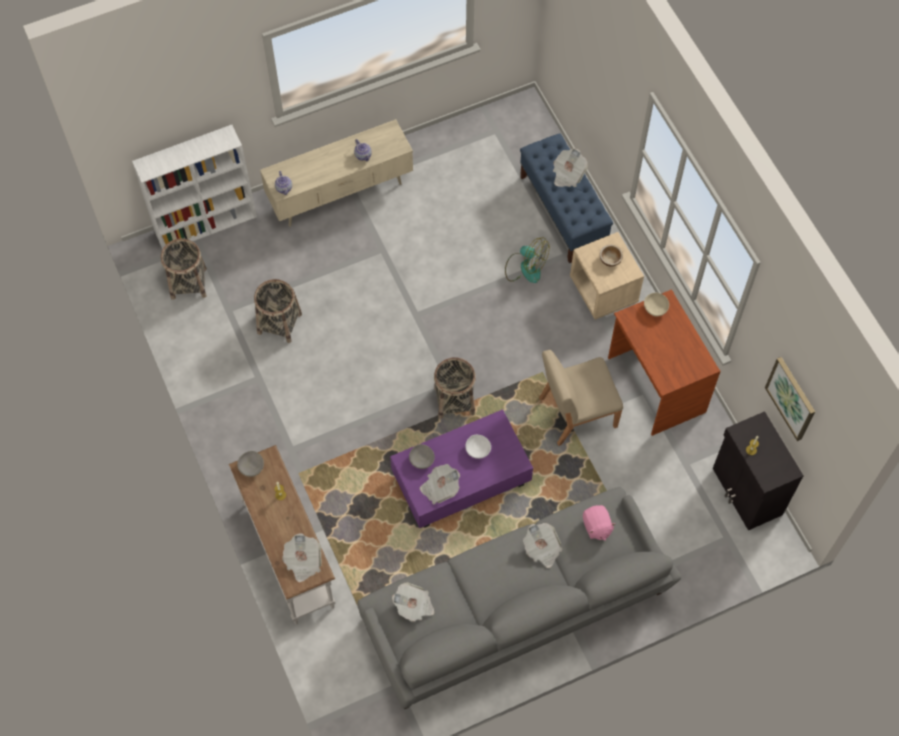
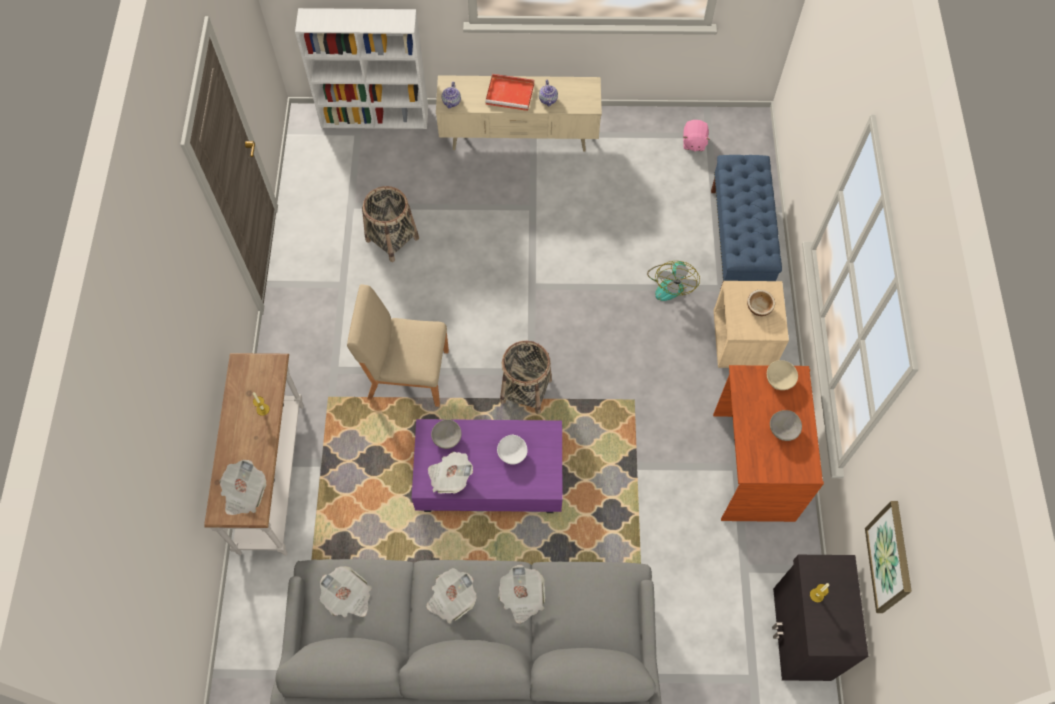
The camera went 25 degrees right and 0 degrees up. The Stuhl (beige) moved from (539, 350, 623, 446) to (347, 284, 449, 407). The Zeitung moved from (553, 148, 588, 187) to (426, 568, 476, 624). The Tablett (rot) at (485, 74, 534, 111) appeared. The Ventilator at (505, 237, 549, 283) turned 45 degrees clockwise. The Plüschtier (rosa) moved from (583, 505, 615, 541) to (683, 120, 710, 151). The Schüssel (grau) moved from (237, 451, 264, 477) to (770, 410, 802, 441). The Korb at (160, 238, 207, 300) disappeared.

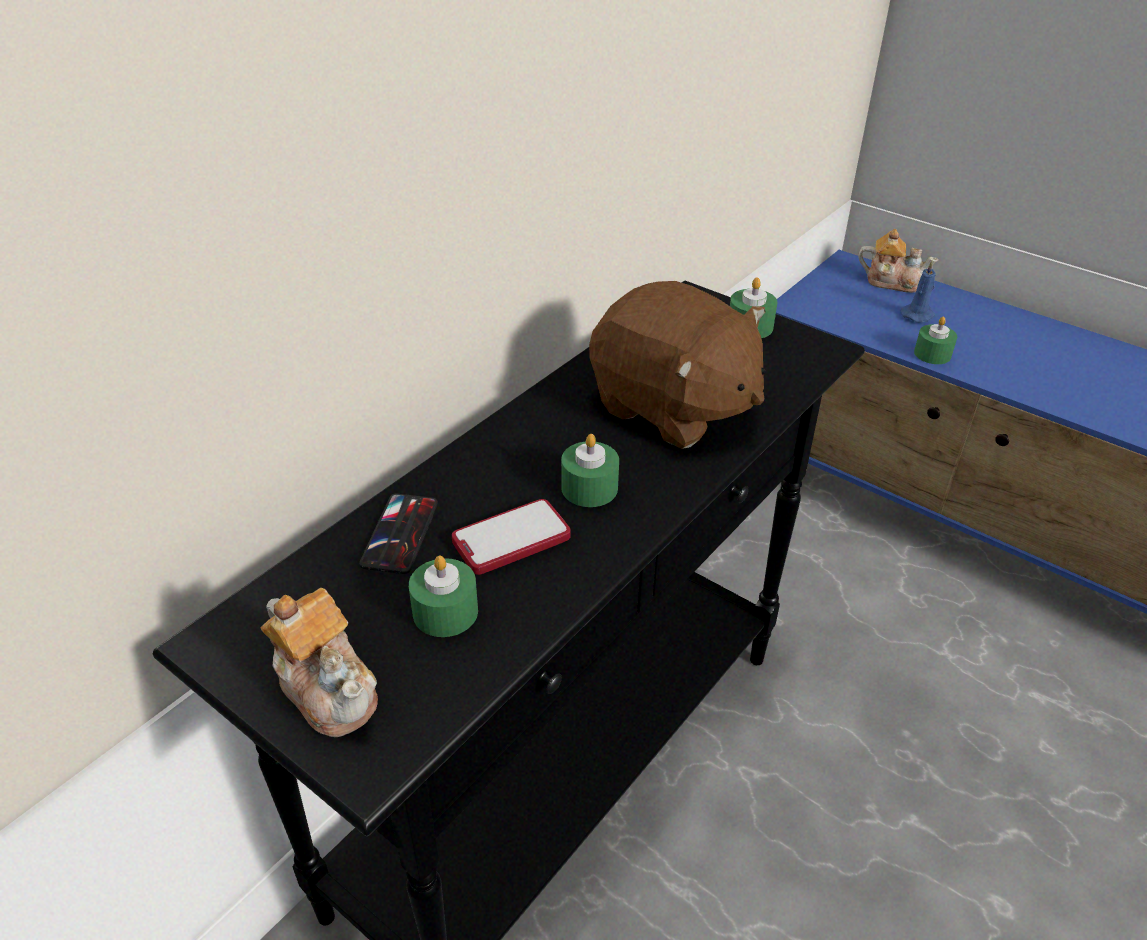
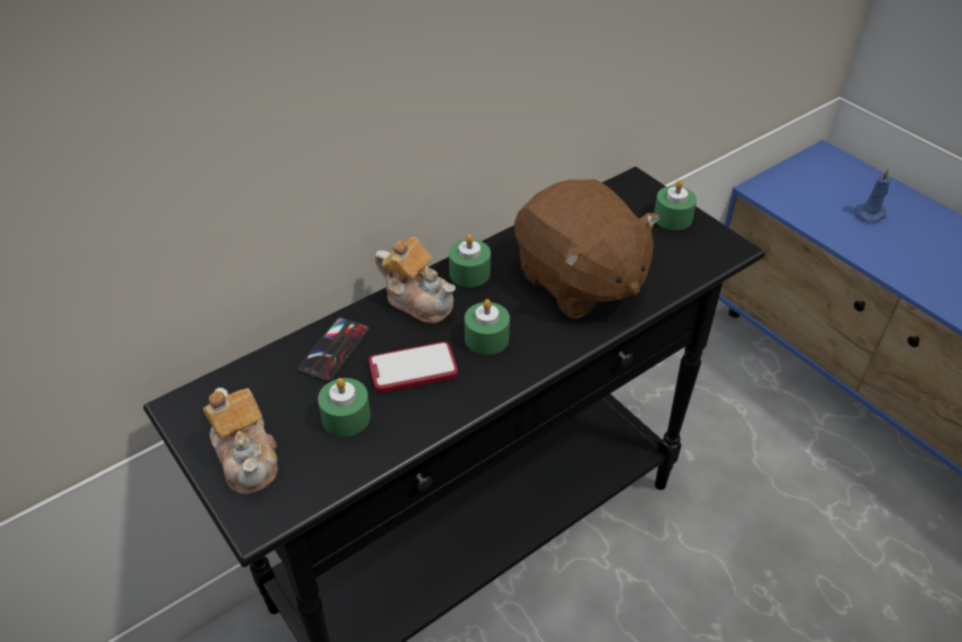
The camera went 15 degrees right and 5 degrees up. The Teekanne moved from (858, 229, 938, 293) to (375, 237, 456, 324). The Kerze (grün) moved from (914, 317, 957, 364) to (449, 234, 491, 287).

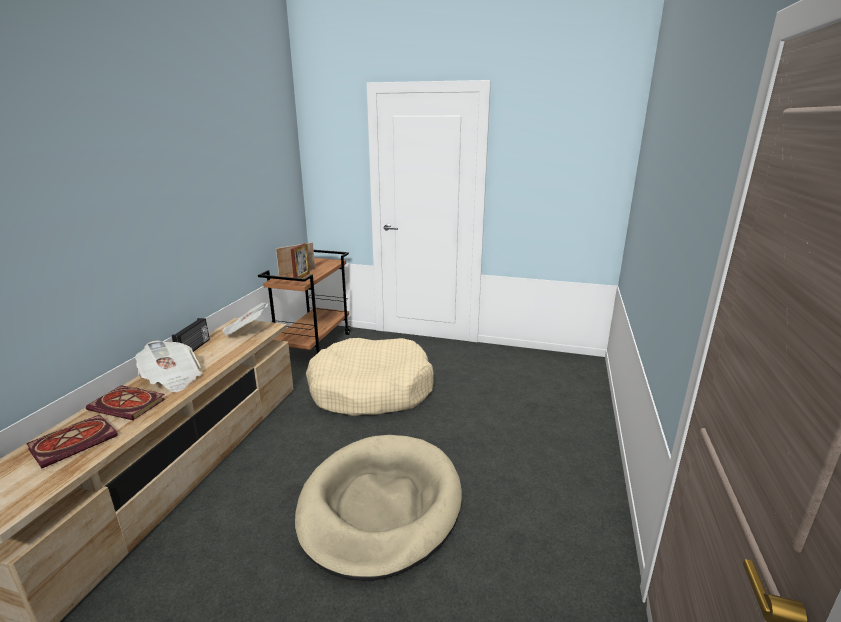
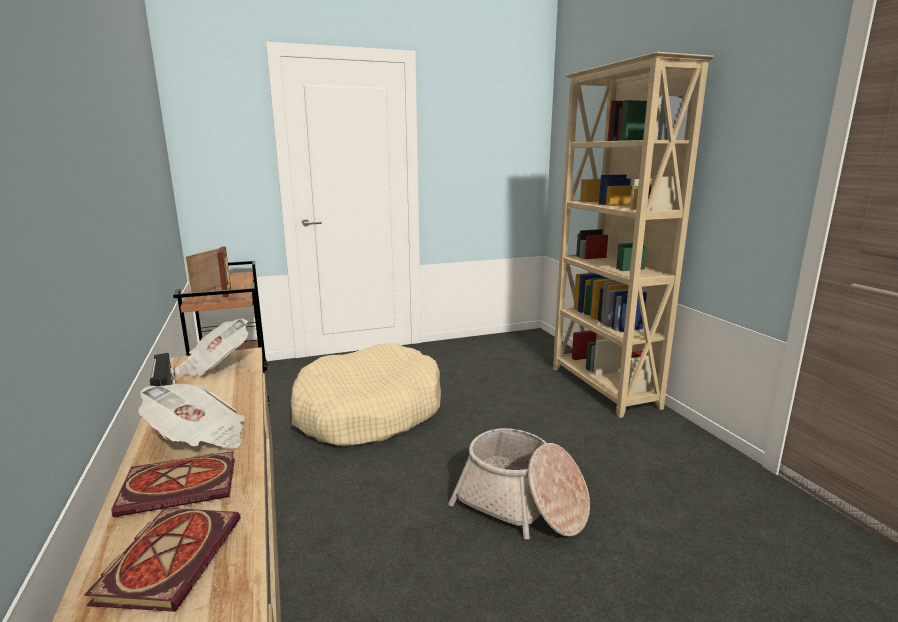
The camera went 35 degrees left and 5 degrees down. The Hundebett (beige) at (295, 435, 462, 581) was replaced by the Korb at (448, 428, 590, 539). The Bücherregal (beige) at (553, 52, 714, 418) appeared.

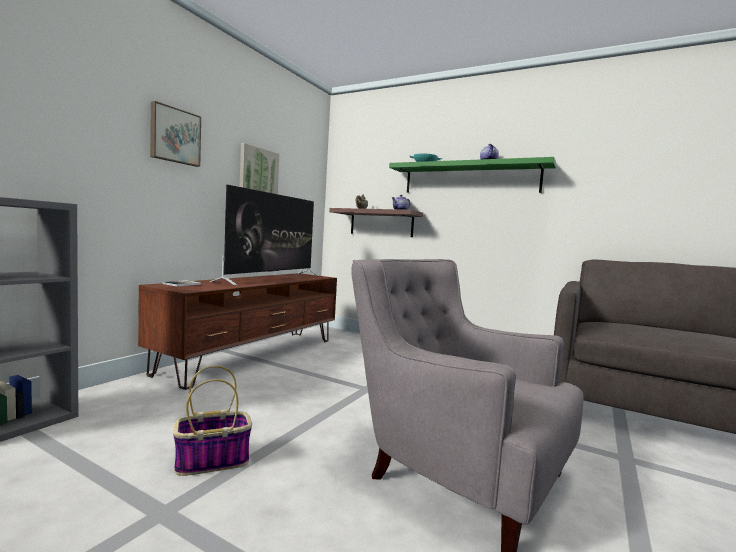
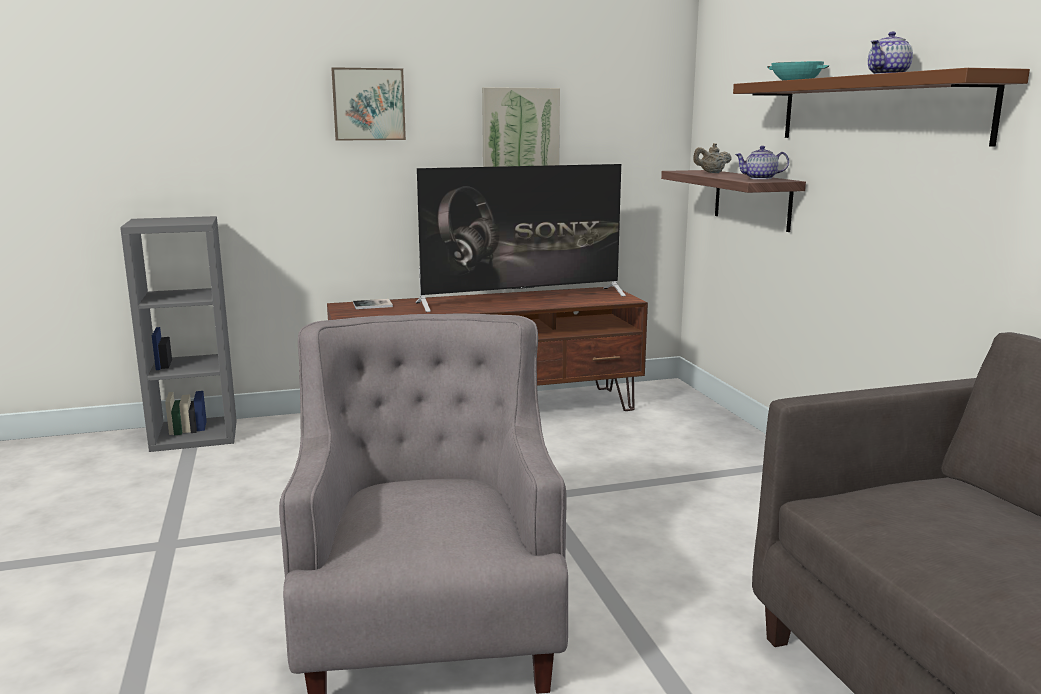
The camera went 45 degrees right and 10 degrees up. The Wandregal (grün) at (389, 157, 557, 193) became the Wandregal (braun) at (733, 68, 1030, 147). The Korb at (173, 365, 252, 476) disappeared.

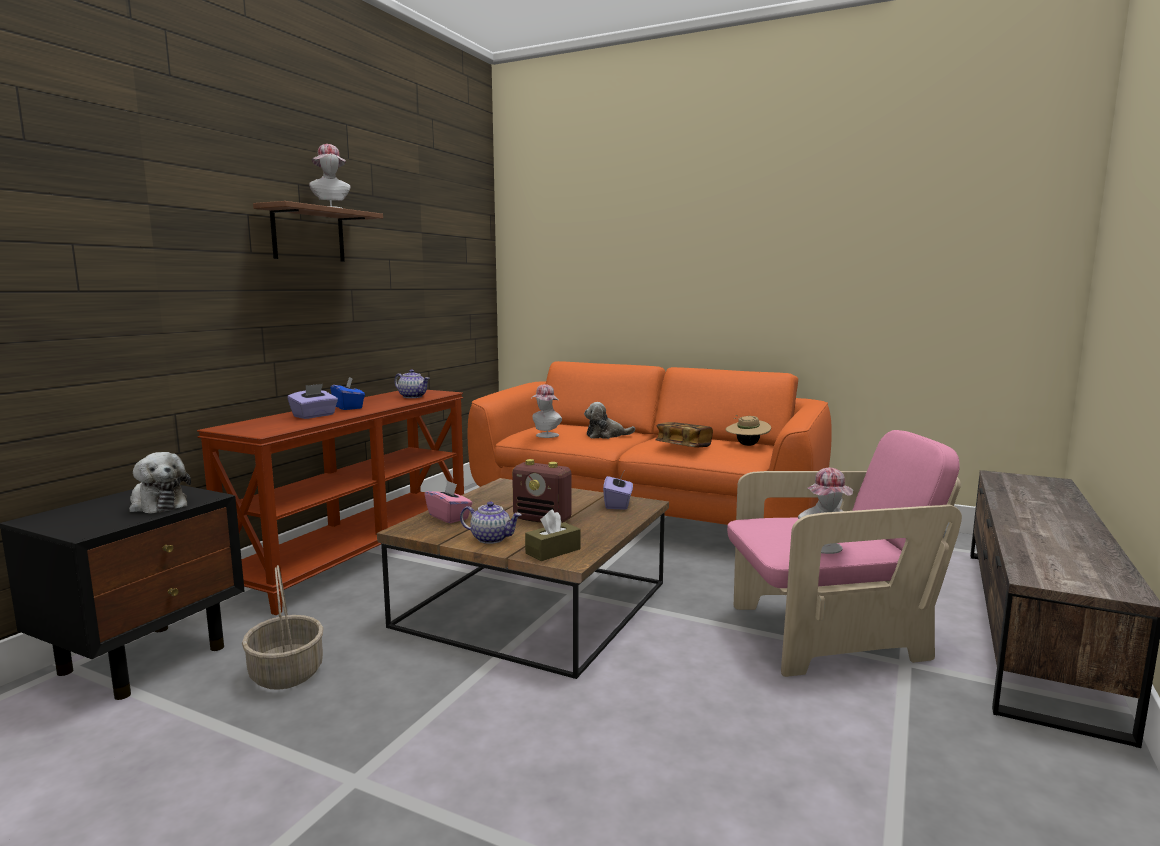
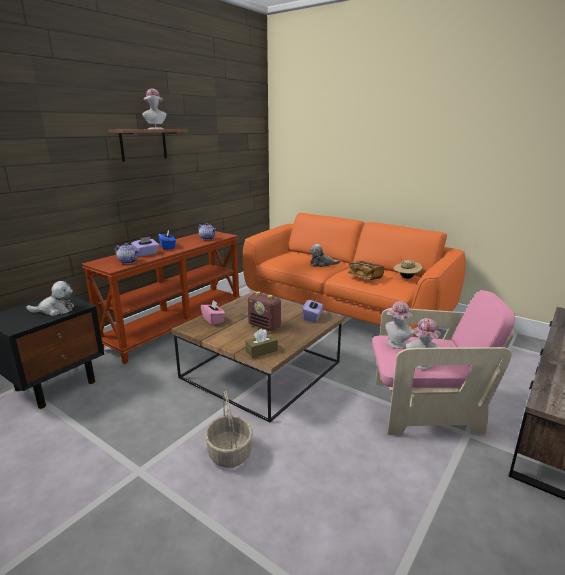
The camera went 10 degrees right and 10 degrees up. The Plüschtier at (129, 452, 191, 514) turned 60 degrees counterclockwise. The Teekanne moved from (460, 501, 521, 544) to (115, 243, 139, 264). The Korb moved from (242, 565, 324, 690) to (205, 391, 253, 468). The Hut moved from (532, 384, 562, 438) to (385, 301, 414, 349).

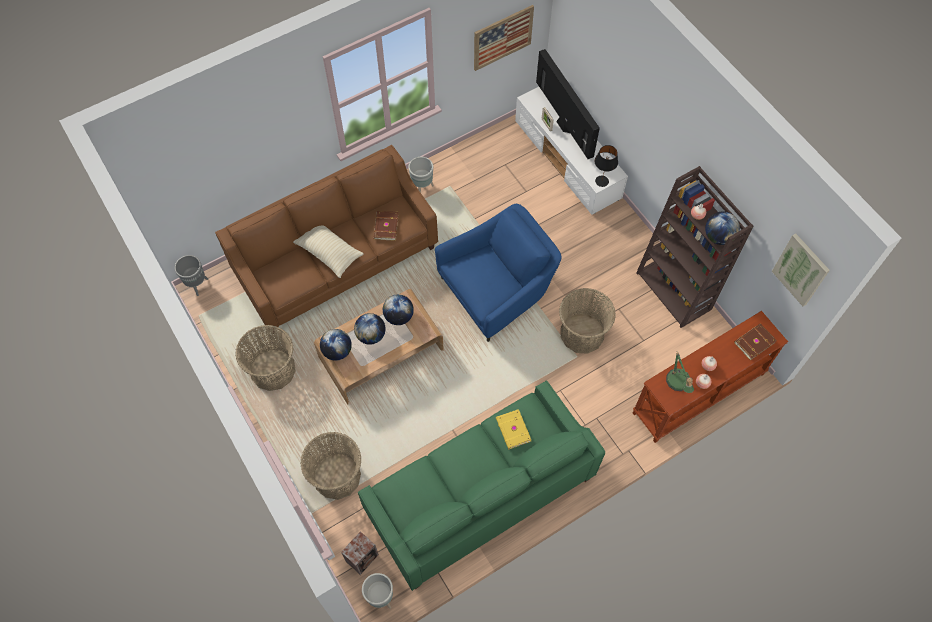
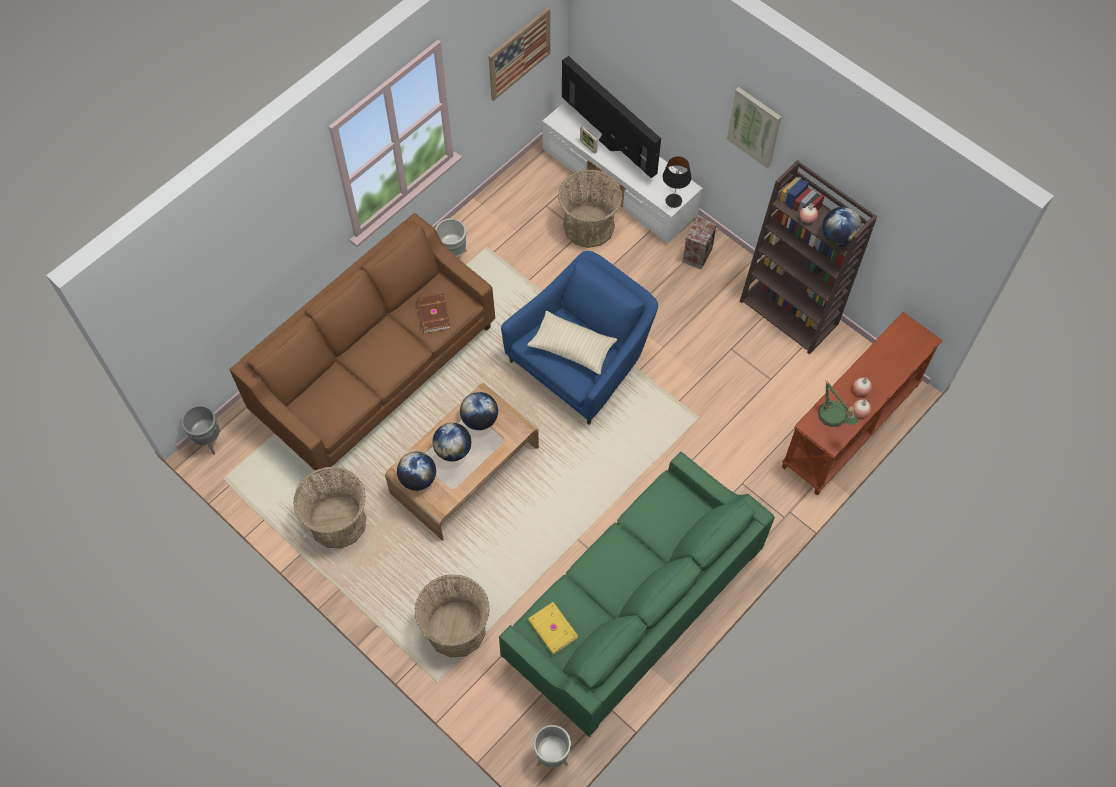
The camera went 15 degrees left and 0 degrees up. The Kissen (beige) moved from (293, 226, 364, 278) to (527, 311, 617, 375). The Buch (gelb) moved from (496, 409, 531, 449) to (528, 602, 578, 655). The Korb moved from (559, 288, 616, 354) to (558, 169, 622, 248). The Lautsprecher moved from (341, 531, 379, 575) to (682, 216, 717, 270). The Bild moved from (772, 233, 830, 306) to (727, 87, 781, 168). The Buch (braun) at (734, 323, 777, 360) disappeared.

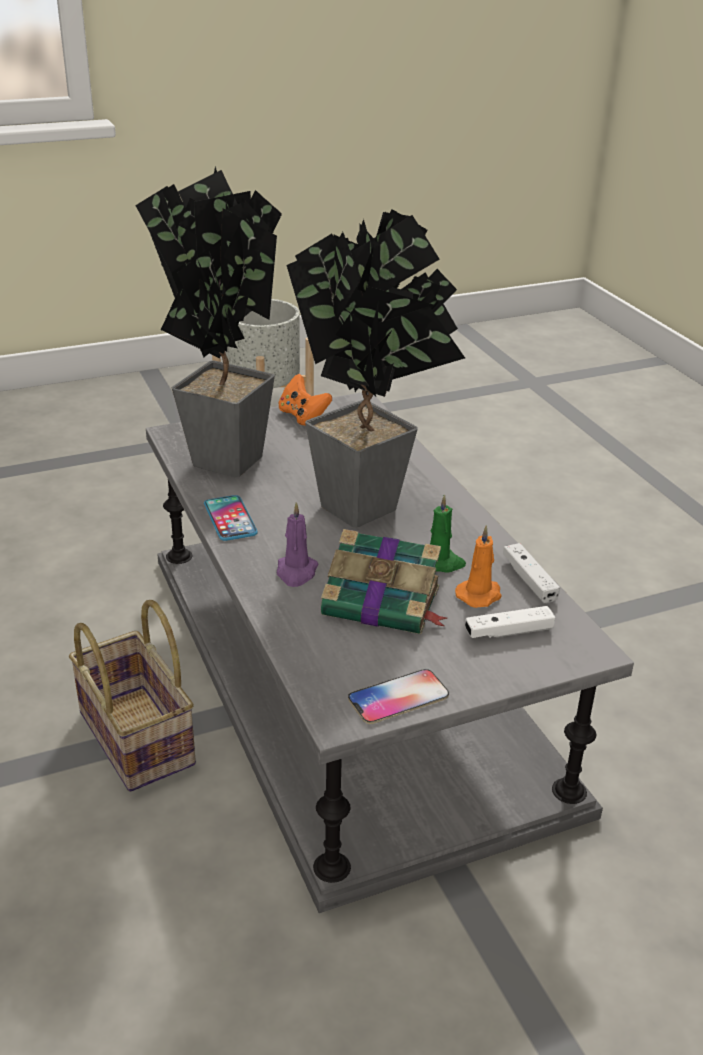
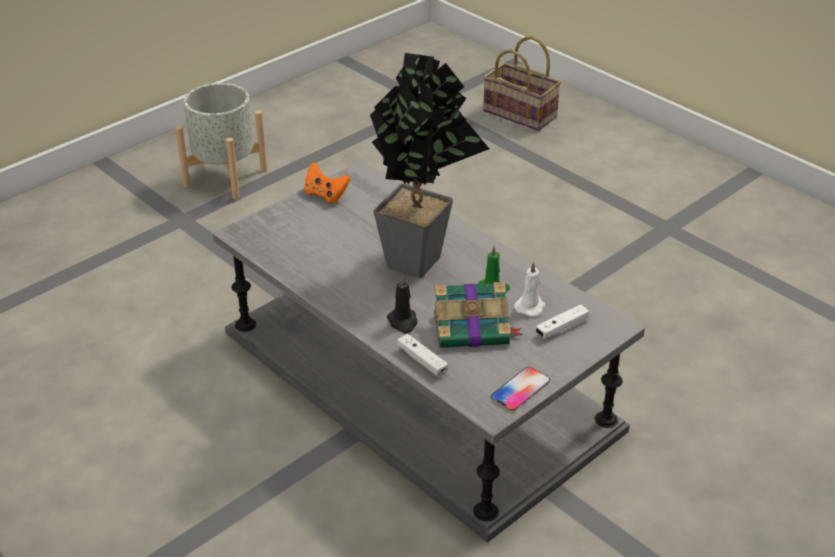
The camera went 20 degrees left and 5 degrees up. The Kerze (lila) at (277, 502, 319, 587) became the Kerze (schwarz) at (387, 275, 417, 333). The Gamepad (weiß) moved from (503, 543, 560, 603) to (397, 334, 448, 377). The Korb moved from (69, 600, 196, 792) to (483, 36, 561, 131). The Kerze (orange) at (455, 525, 502, 608) became the Kerze (weiß) at (514, 261, 545, 317). The Topfpflanze at (135, 166, 282, 477) disappeared. The Handy at (204, 495, 258, 541) disappeared.

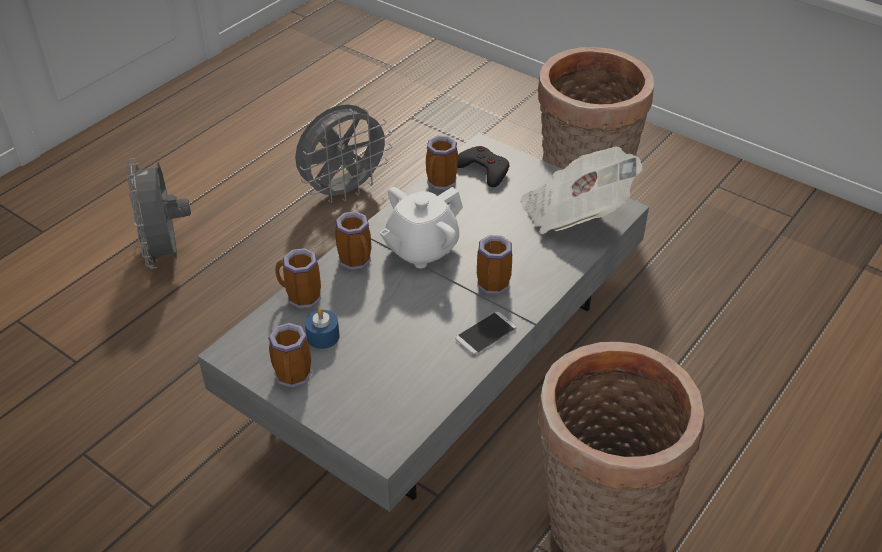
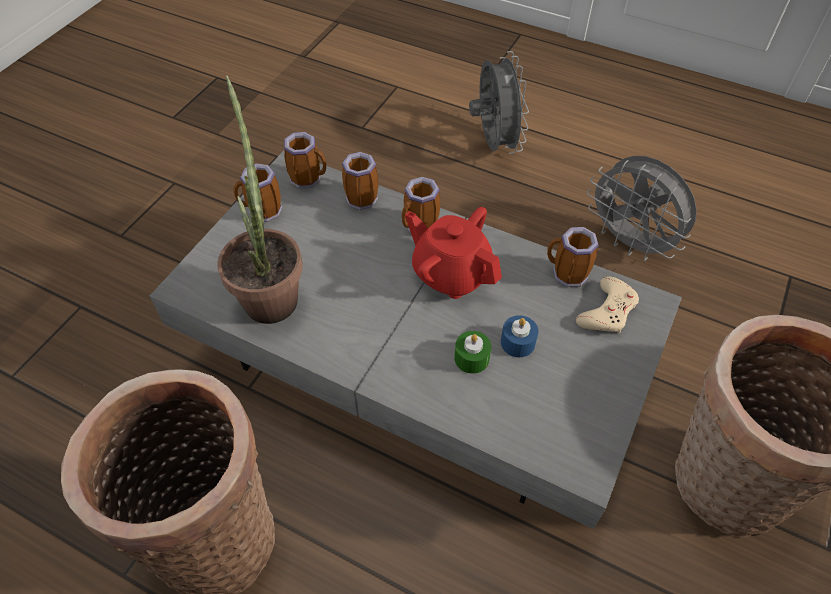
The camera went 80 degrees right and 10 degrees up. The Topfpflanze at (217, 75, 303, 324) appeared. The Henkelbecher moved from (477, 235, 512, 295) to (284, 132, 326, 189). The Teekanne (weiß) at (380, 187, 463, 268) became the Teekanne (rot) at (405, 207, 502, 299). The Kerze (grün) at (454, 331, 491, 374) appeared. The Ventilator (grau) at (126, 158, 191, 269) turned 105 degrees clockwise. The Kerze (blau) moved from (305, 308, 340, 349) to (501, 315, 538, 357). The Gamepad (schwarz) at (458, 146, 509, 187) became the Gamepad (beige) at (576, 276, 639, 333). The Handy at (455, 312, 517, 355) disappeared. The Zeitung at (520, 147, 643, 234) disappeared.

